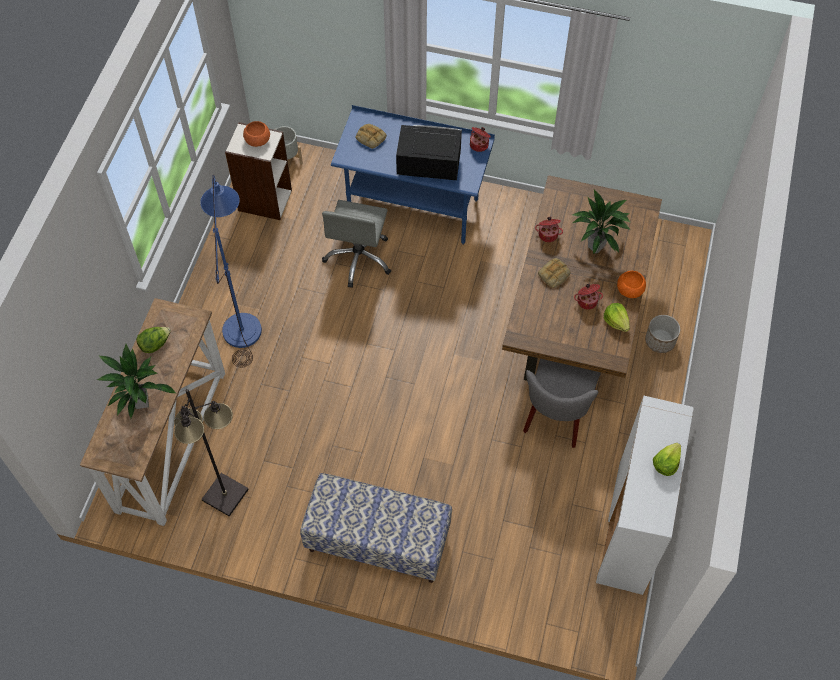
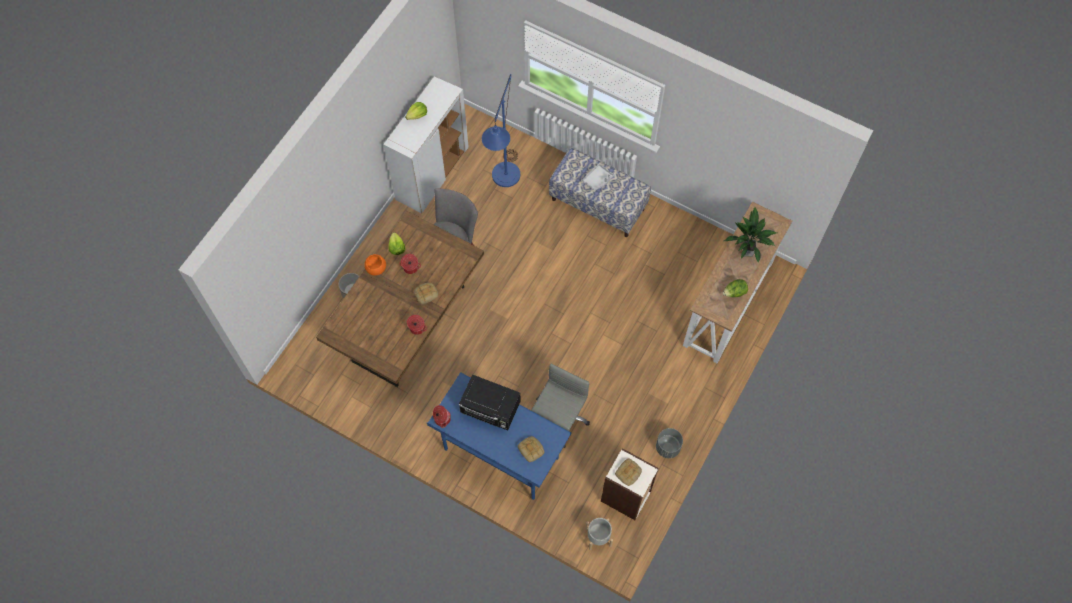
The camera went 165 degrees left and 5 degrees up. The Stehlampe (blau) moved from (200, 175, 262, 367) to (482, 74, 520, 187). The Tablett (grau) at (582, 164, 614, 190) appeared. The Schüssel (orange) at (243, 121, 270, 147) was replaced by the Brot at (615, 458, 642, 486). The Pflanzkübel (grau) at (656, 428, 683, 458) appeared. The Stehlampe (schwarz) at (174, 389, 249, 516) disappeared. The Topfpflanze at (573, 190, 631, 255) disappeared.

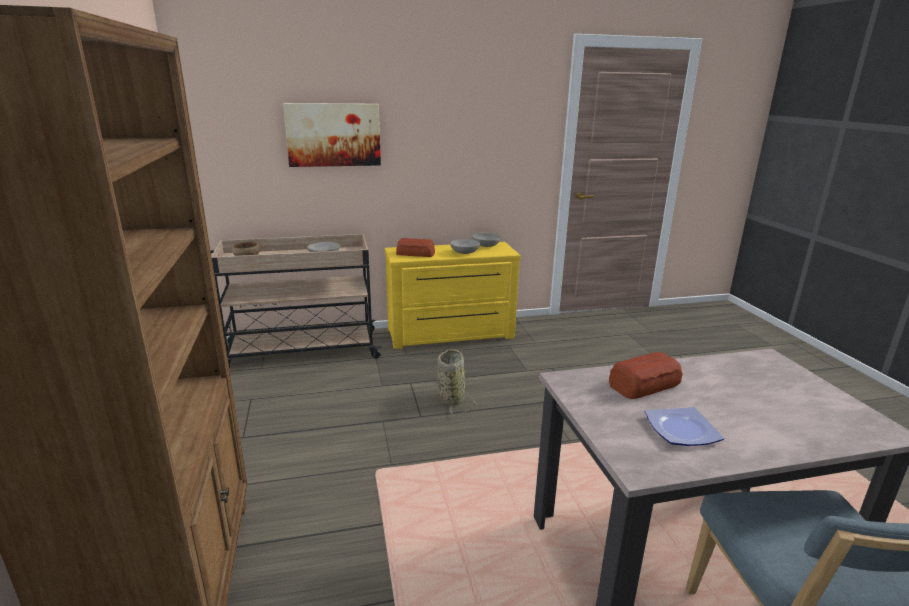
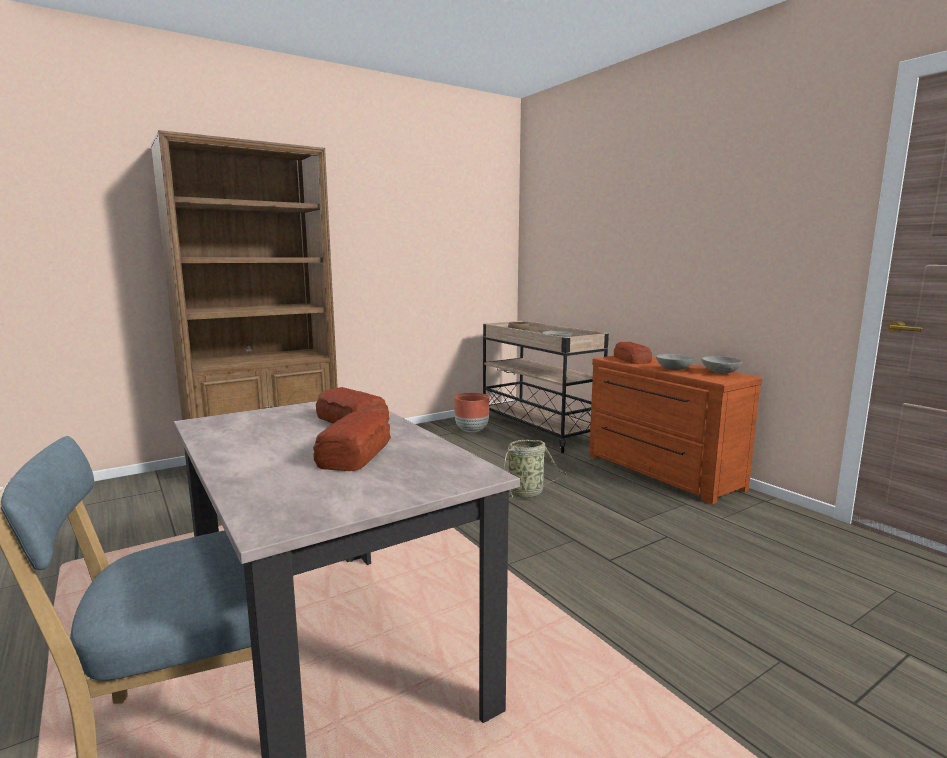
The camera went 70 degrees right and 10 degrees down. The Brot at (313, 411, 391, 471) appeared. The Pflanzkübel (braun) at (454, 393, 489, 432) appeared. The Kommode (gelb) at (385, 242, 521, 349) became the Kommode (braun) at (589, 356, 762, 504). The Bild at (283, 103, 381, 167) disappeared. The Teller at (645, 407, 724, 446) disappeared.

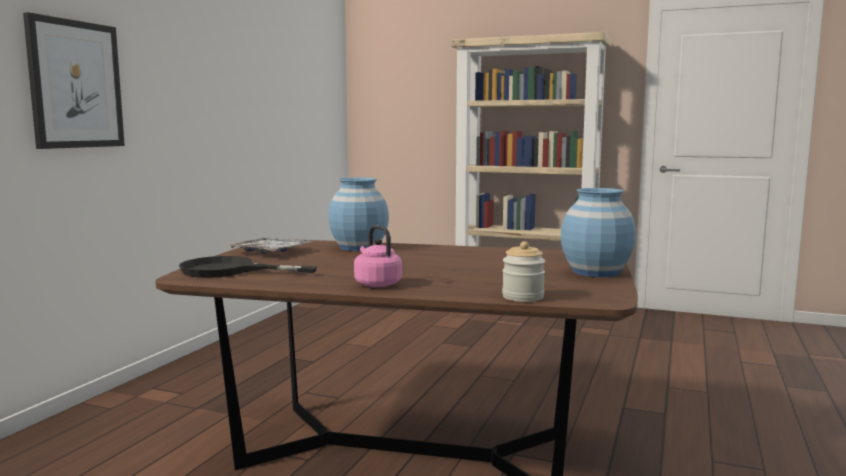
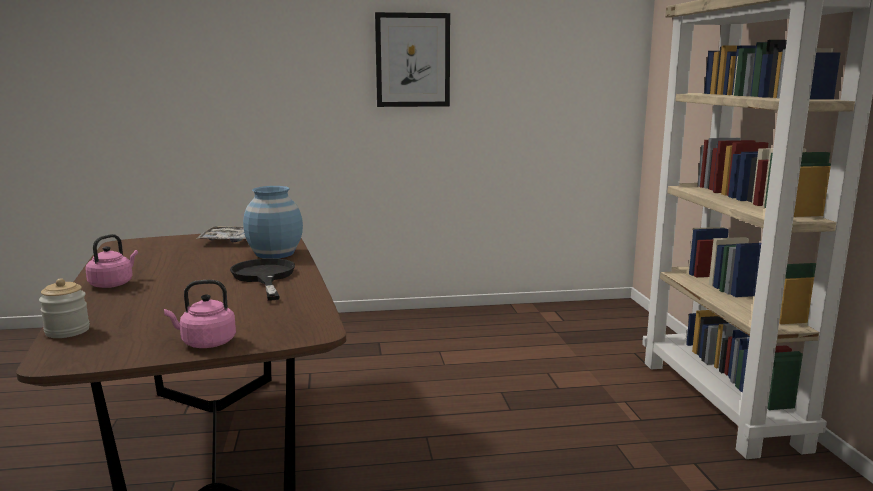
The camera went 60 degrees right and 5 degrees up. The Vase (blau) at (561, 188, 636, 277) was replaced by the Wasserkessel (rosa) at (164, 280, 236, 348). The Pfanne (schwarz) moved from (179, 256, 317, 278) to (230, 258, 295, 301). The Bild moved from (23, 12, 125, 149) to (375, 12, 450, 107).

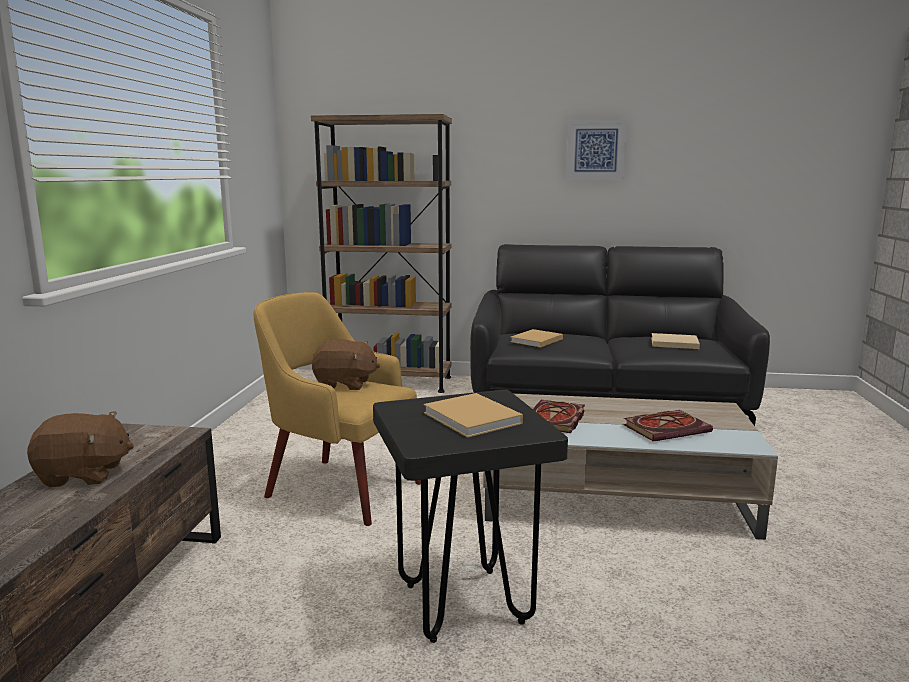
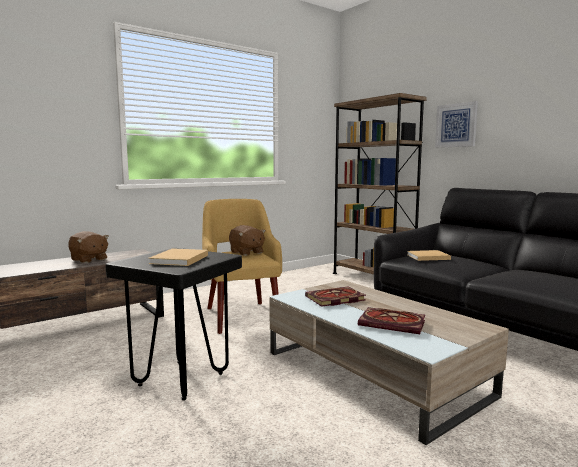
The camera went 45 degrees right and 5 degrees down. The Bild moved from (566, 120, 627, 179) to (435, 101, 478, 148). The Buch (beige) at (651, 333, 700, 349) disappeared.

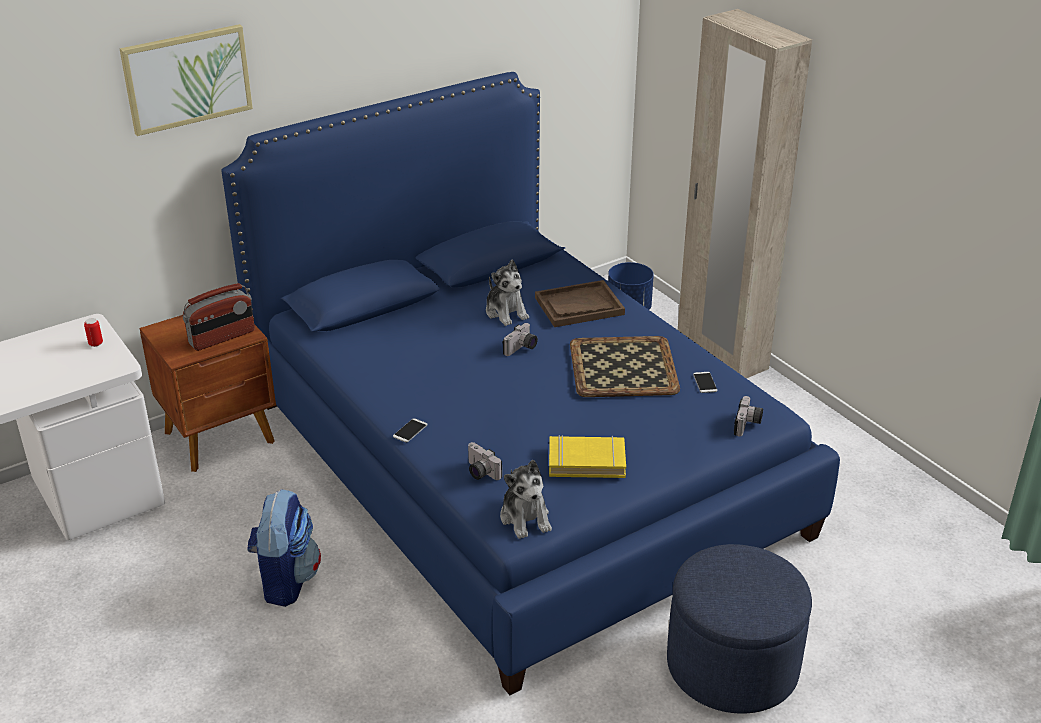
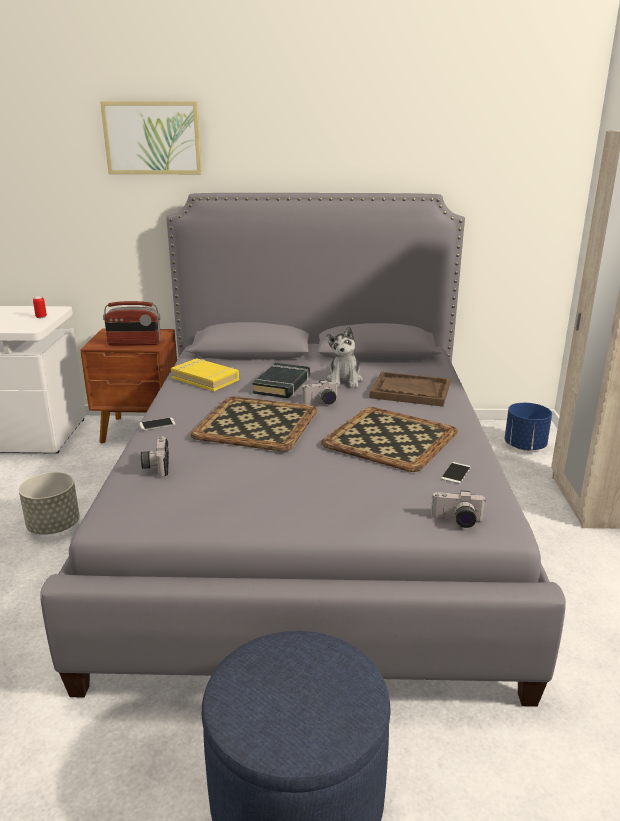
The camera went 35 degrees right and 10 degrees down. The Rucksack at (247, 489, 321, 607) was replaced by the Pflanzkübel (grau) at (19, 472, 80, 535). The Bett (blau) at (222, 72, 840, 695) became the Bett (grau) at (40, 193, 566, 707). The Buch (gelb) moved from (549, 435, 626, 478) to (171, 358, 239, 391). The Tablett at (190, 396, 317, 451) appeared. The Buch (schwarz) at (252, 363, 310, 398) appeared. The Kamera at (734, 396, 763, 436) turned 45 degrees clockwise. The Plüschtier at (500, 460, 552, 539) disappeared.

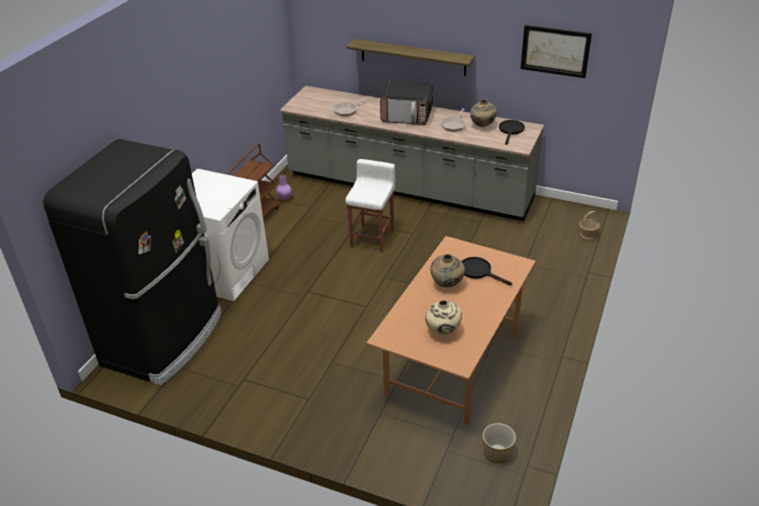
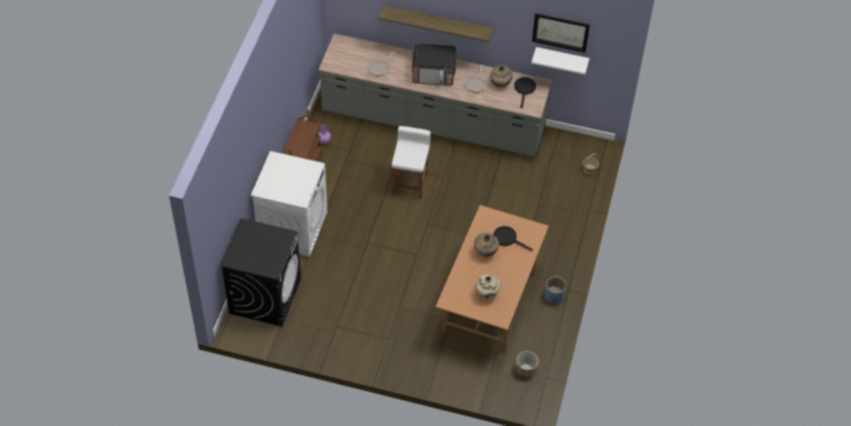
The camera went 10 degrees left and 15 degrees up. The Kühlschrank (schwarz) at (43, 139, 222, 385) was replaced by the Waschmaschine (schwarz) at (220, 218, 301, 326). The Wandregal (weiß) at (531, 47, 590, 75) appeared. The Pflanzkübel (blau) at (545, 276, 566, 304) appeared.

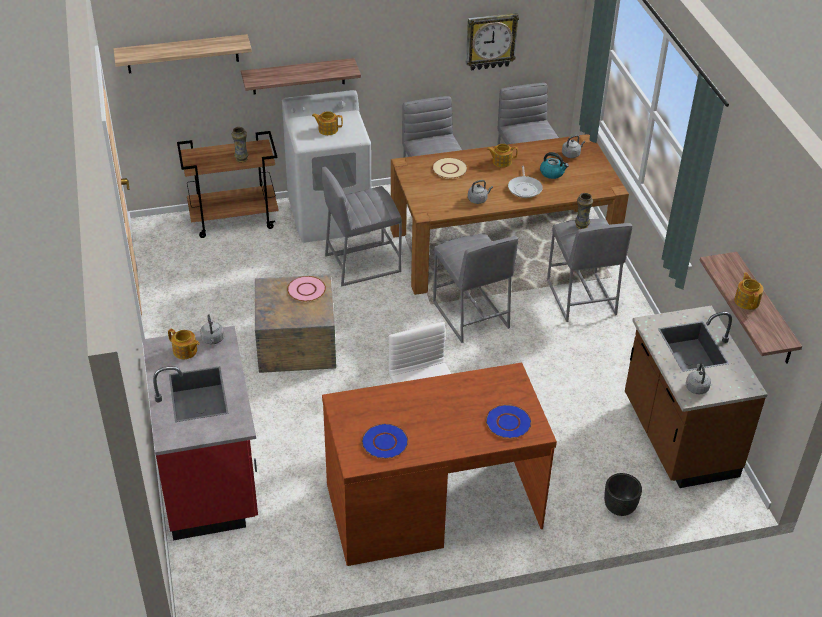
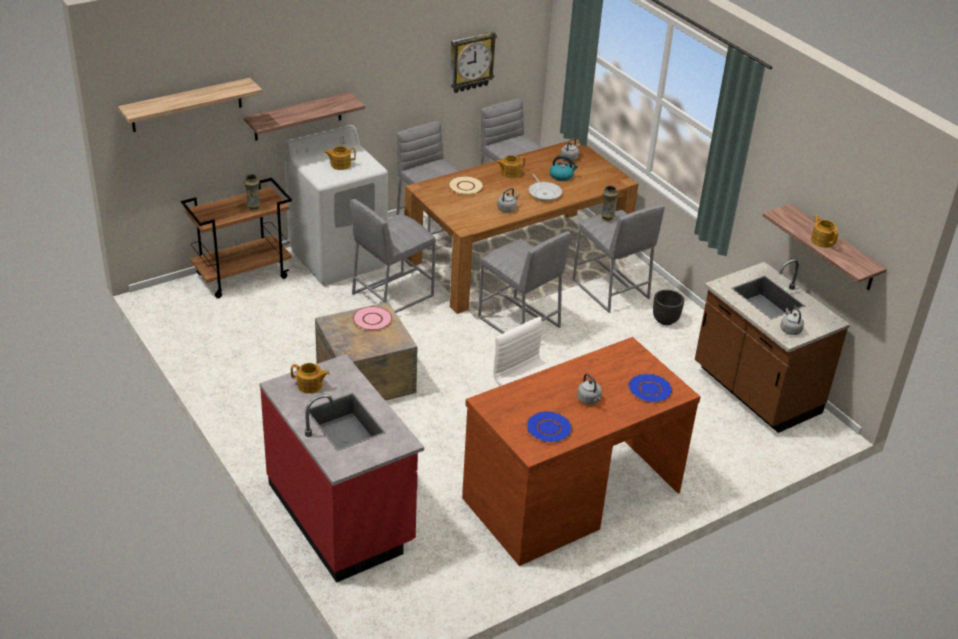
The camera went 20 degrees left and 5 degrees down. The Wasserkessel (grau) moved from (200, 314, 224, 344) to (577, 373, 602, 404). The Pflanzkübel (schwarz) moved from (604, 473, 642, 516) to (653, 290, 684, 325).

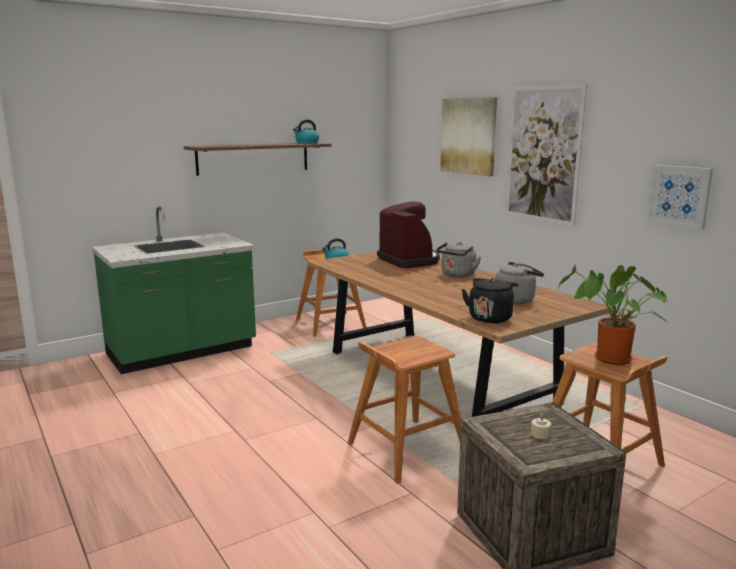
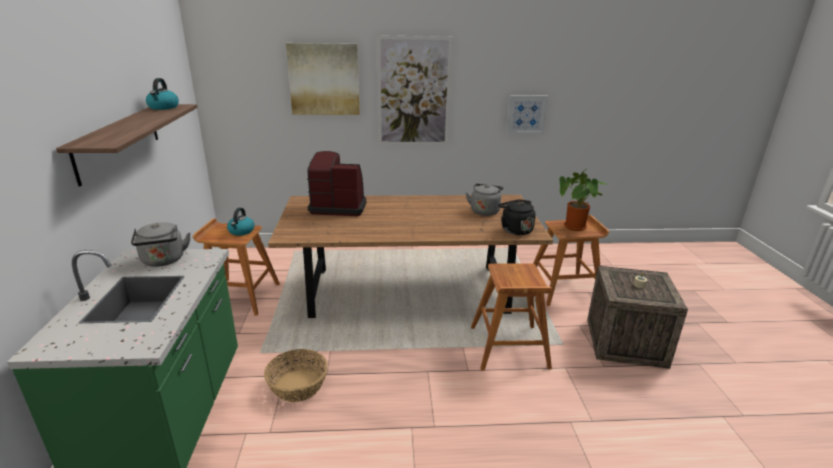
The camera went 60 degrees left and 10 degrees up. The Wasserkessel (grau) moved from (436, 242, 481, 277) to (131, 222, 191, 267). The Korb at (264, 349, 328, 402) appeared.

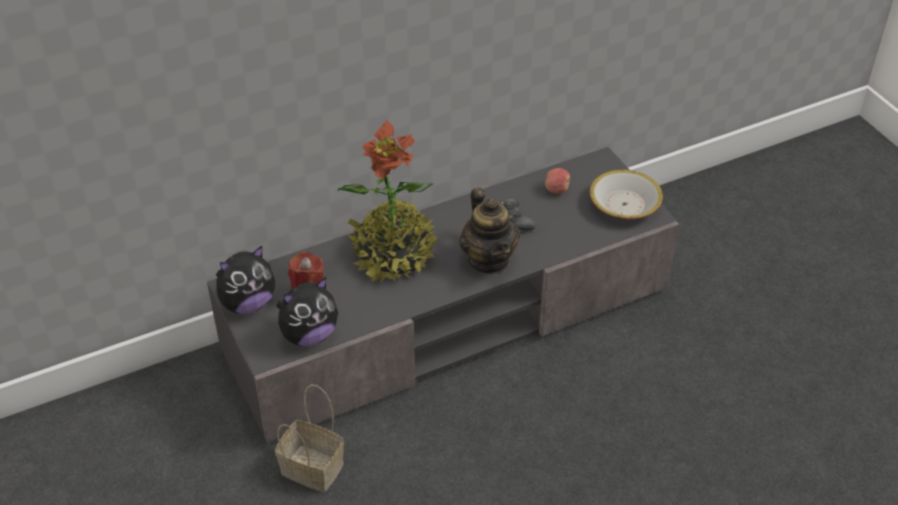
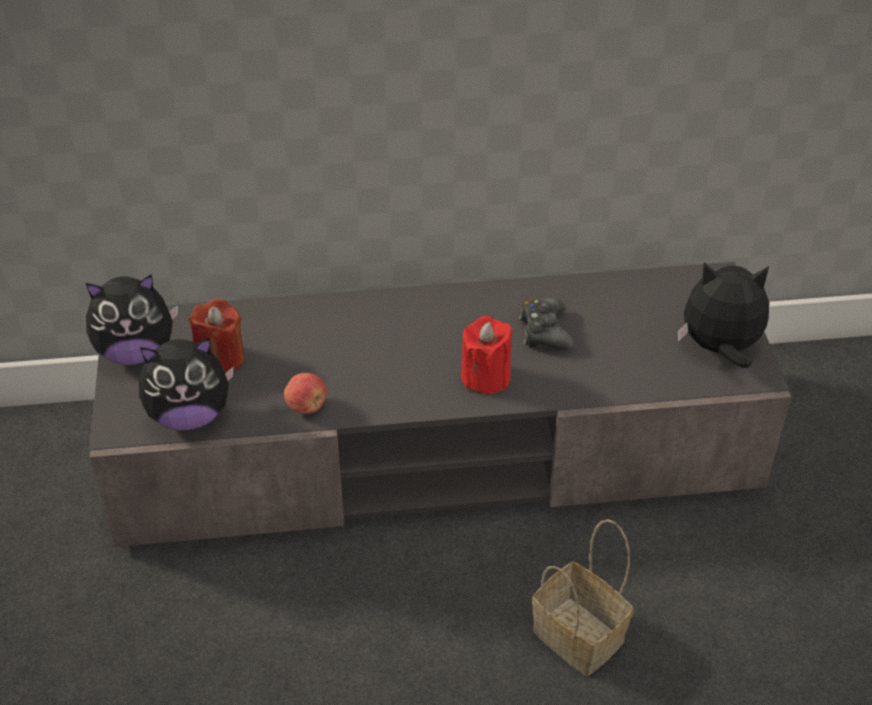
The camera went 20 degrees right and 0 degrees up. The Apfel moved from (545, 168, 570, 194) to (284, 373, 327, 414). The Teekanne at (459, 188, 520, 274) was replaced by the Kerze (rot) at (461, 316, 513, 394). The Korb moved from (275, 385, 344, 492) to (532, 519, 633, 676). The Schüssel at (589, 170, 663, 220) was replaced by the Plüschtier at (677, 262, 769, 368). The Topfpflanze at (337, 119, 438, 282) disappeared.

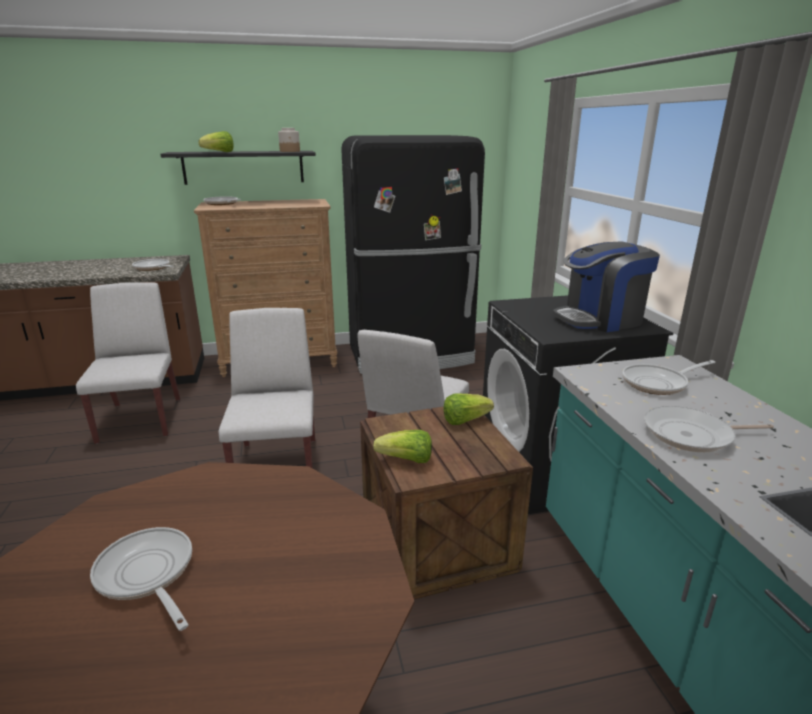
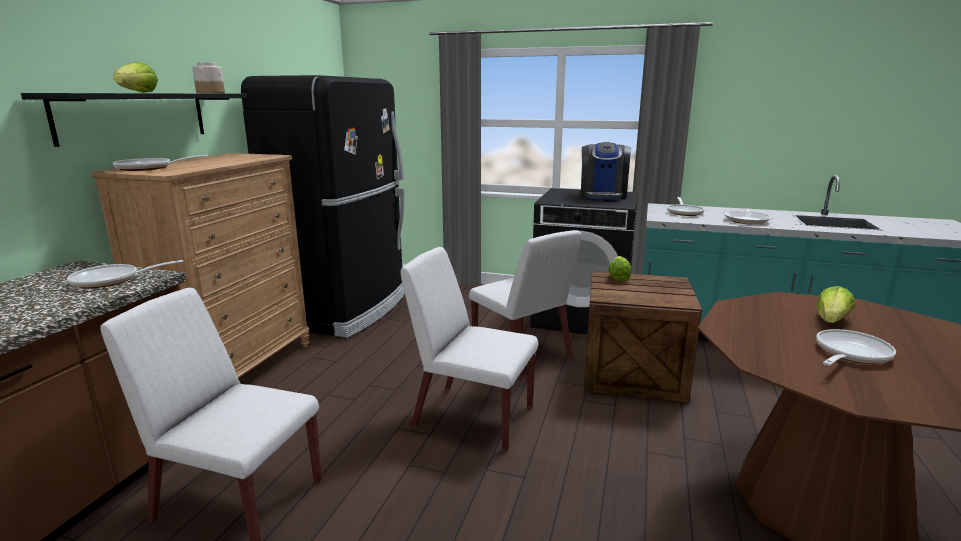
The camera went 60 degrees left and 5 degrees down. The Salatkopf moved from (373, 430, 432, 463) to (816, 286, 855, 323). The Pfanne at (90, 527, 192, 631) turned 150 degrees clockwise.

